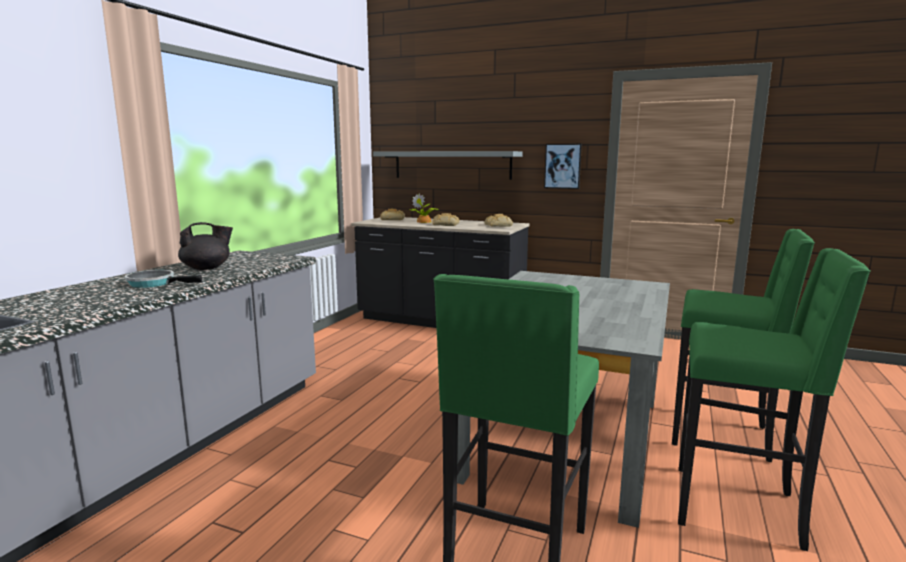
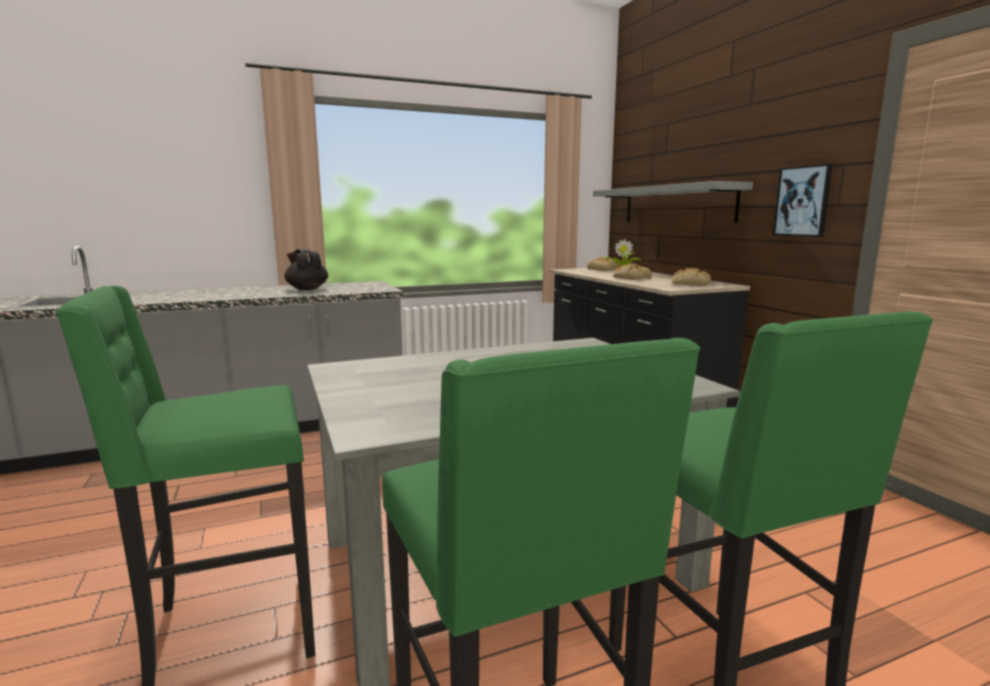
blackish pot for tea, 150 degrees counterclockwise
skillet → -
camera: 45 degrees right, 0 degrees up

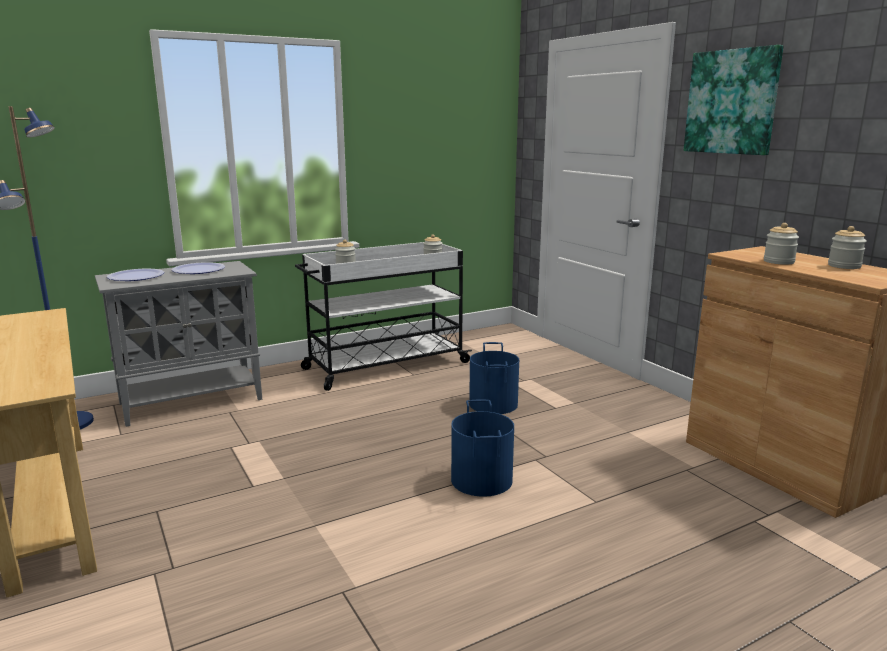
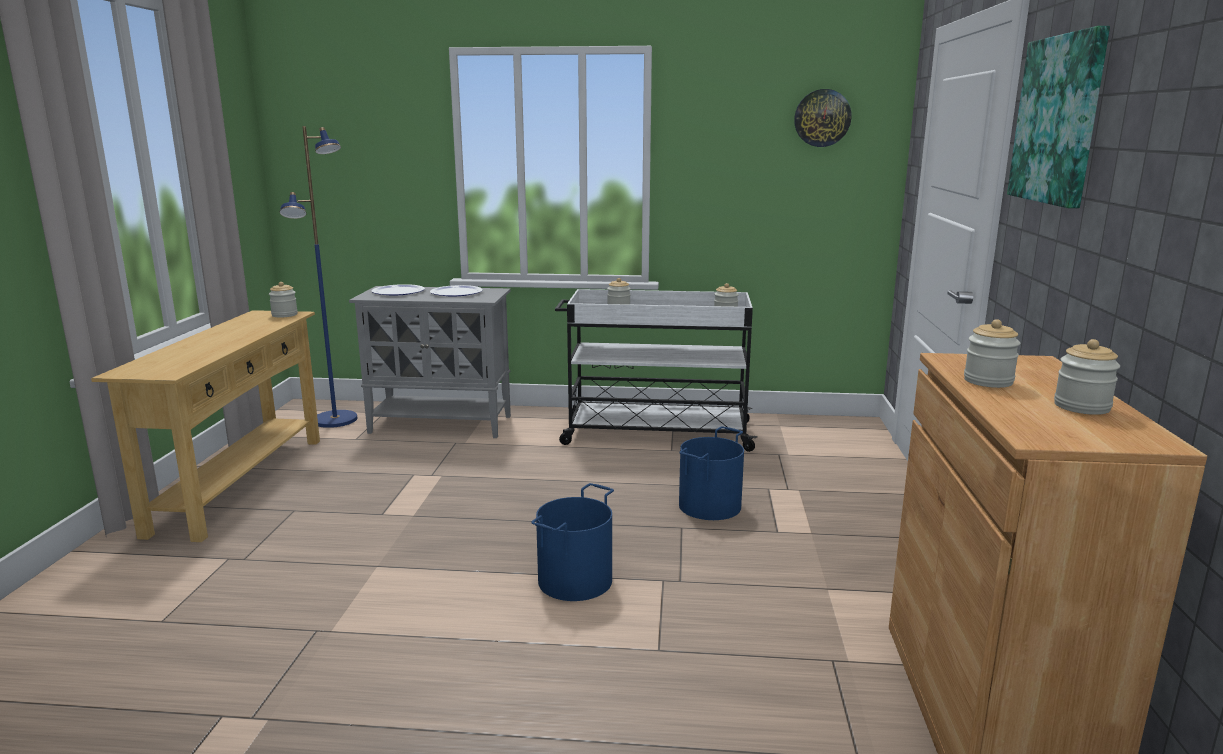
- → preserve jar (no. 1 from left)
- → hanging clock
camera: 35 degrees right, 0 degrees up

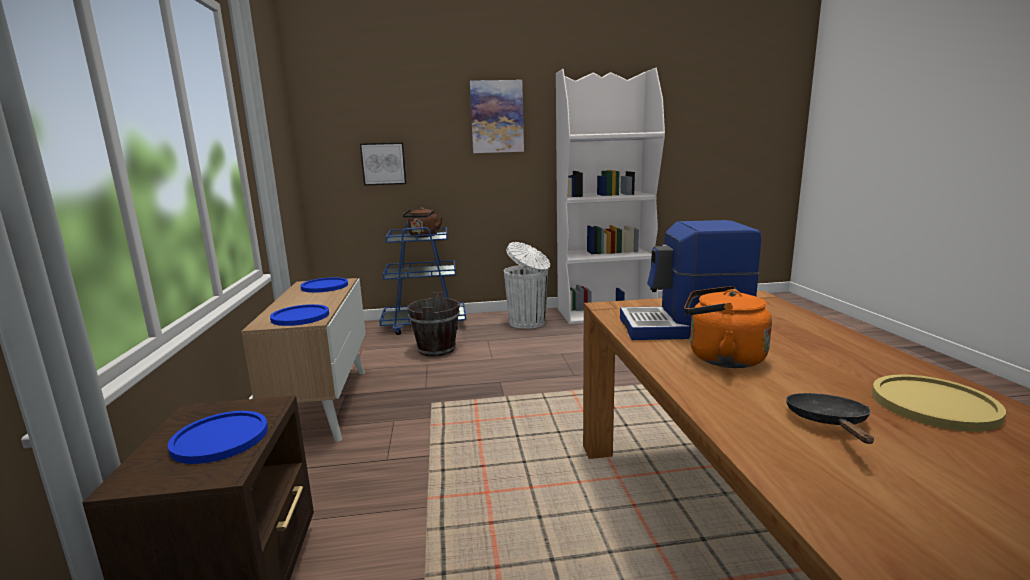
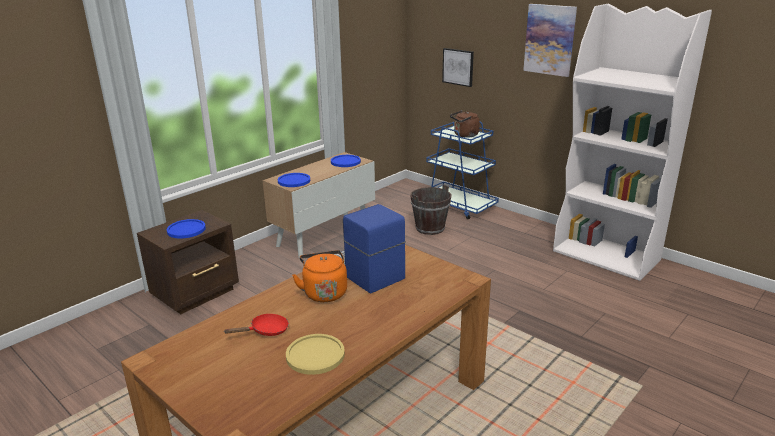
blackish skillet → reddish skillet
whitish rubbish bin → -
camera: 50 degrees right, 10 degrees up

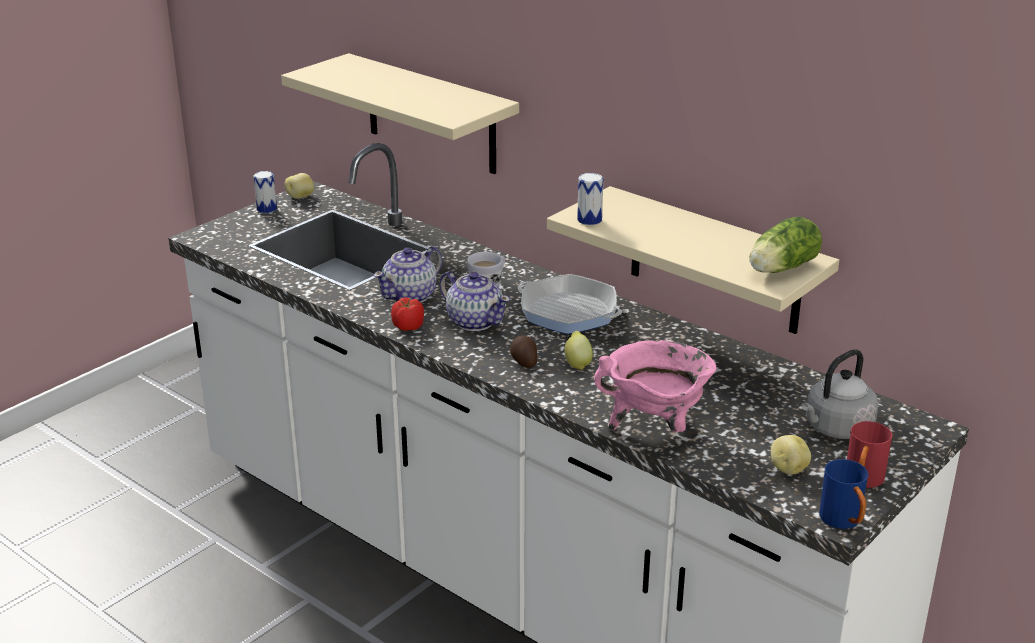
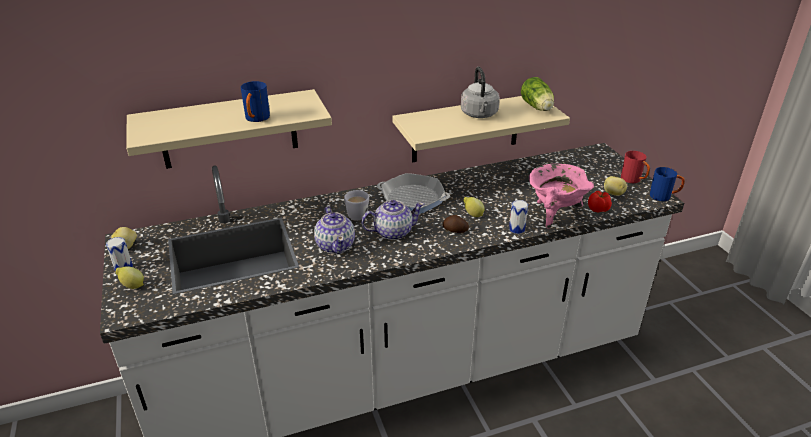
- → lemon (no. 1 from left)
- → blue mug (no. 1 from left)
skillet, 45 degrees clockwise
grey kettle, shifted
metal can (no. 2 from left), shifted
fresh tomato, shifted
camera: 60 degrees left, 5 degrees up

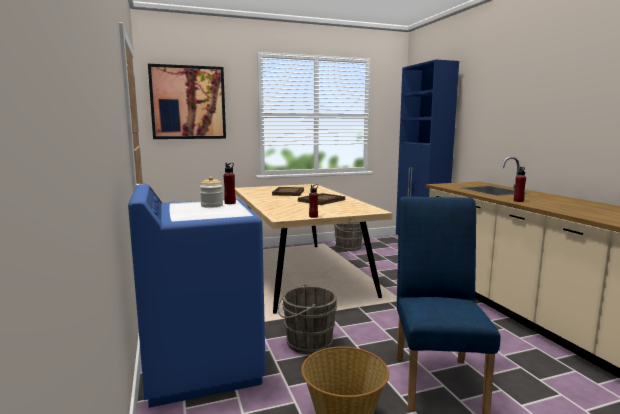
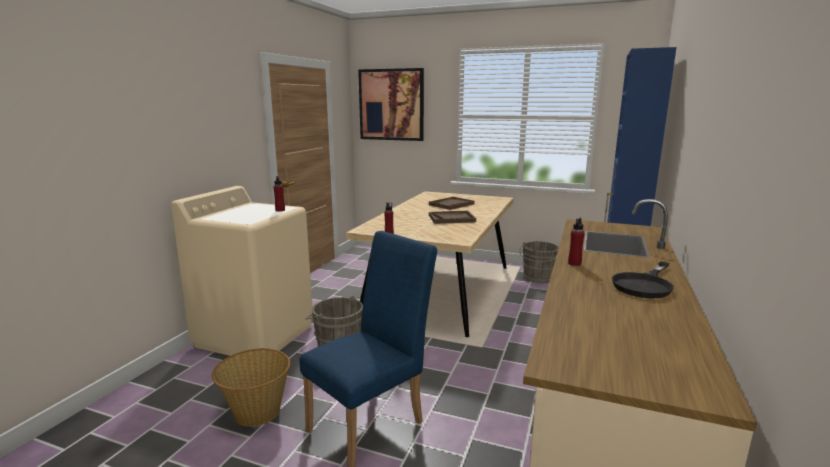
blue laundry machine → beige laundry machine
- → blackish skillet
preserve jar → -
camera: 40 degrees right, 5 degrees up

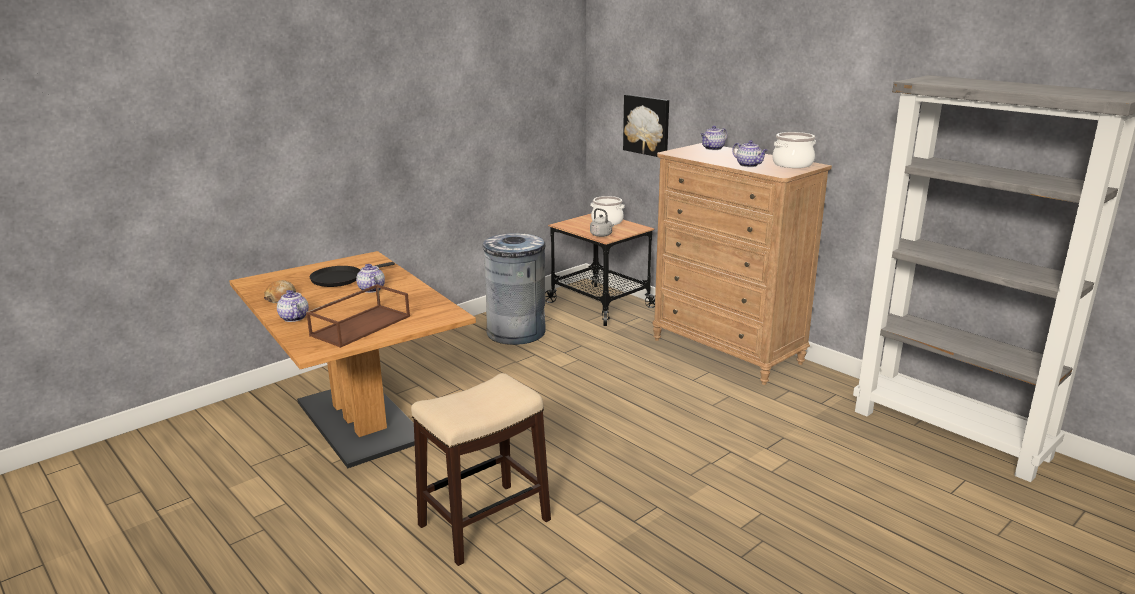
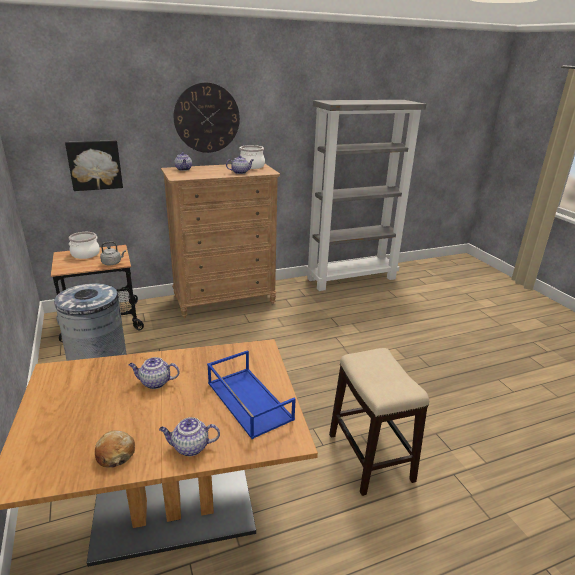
- → hanging clock
brownish serving tray → blue serving tray
blackish skillet → -
camera: 70 degrees left, 5 degrees up

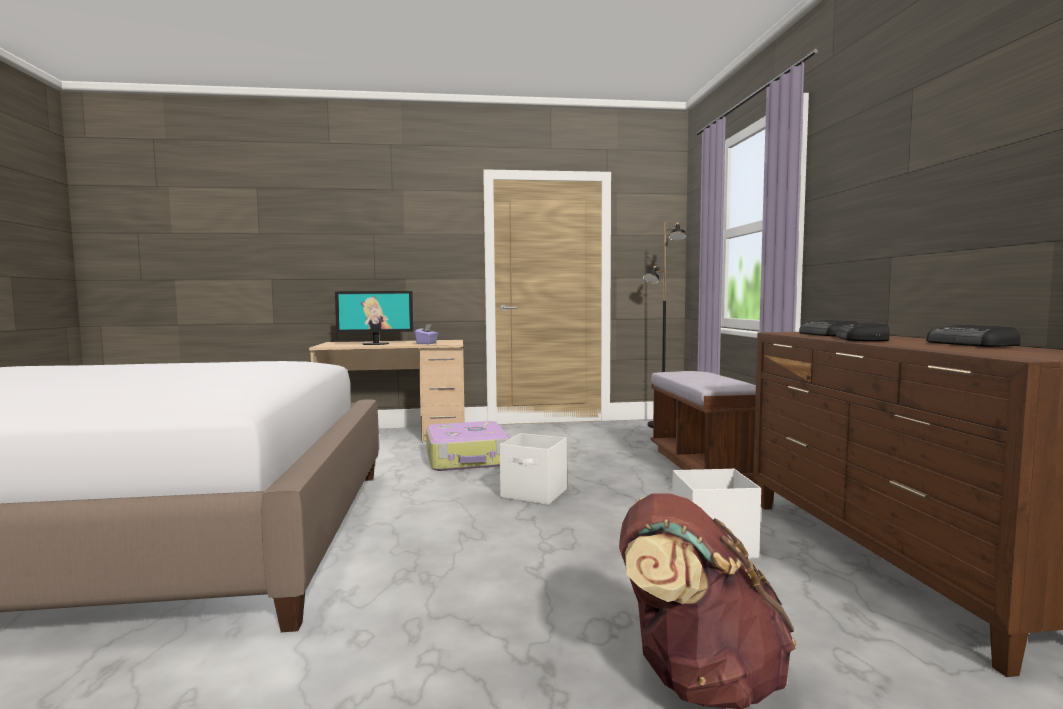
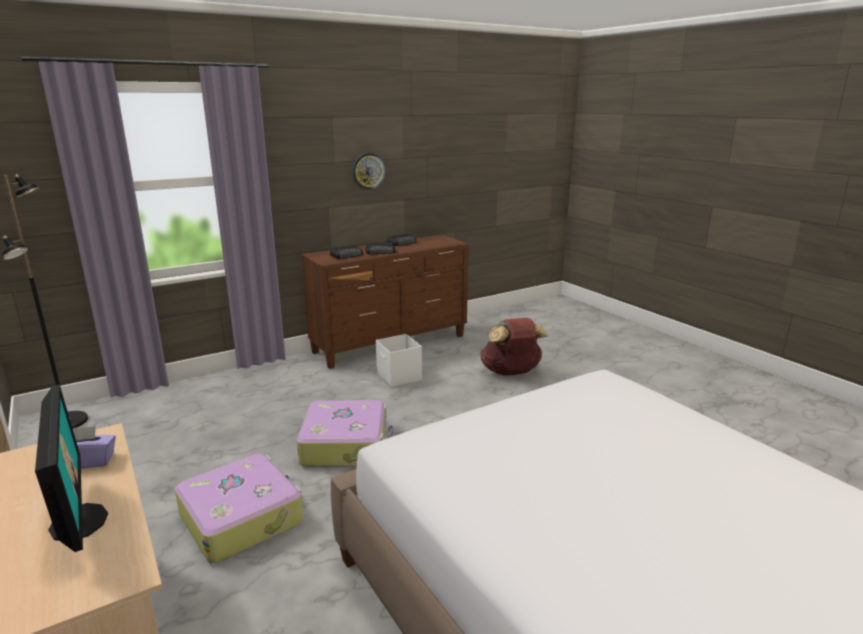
whitish storage box (no. 1 from left) → suitcase (no. 2 from left)
- → hanging clock
brownish indoor bench → -
camera: 115 degrees left, 15 degrees up

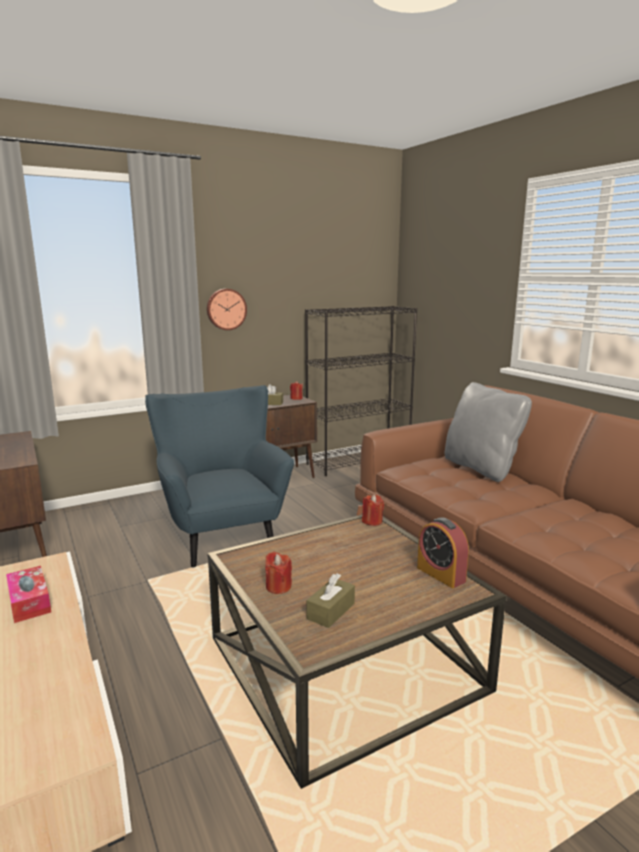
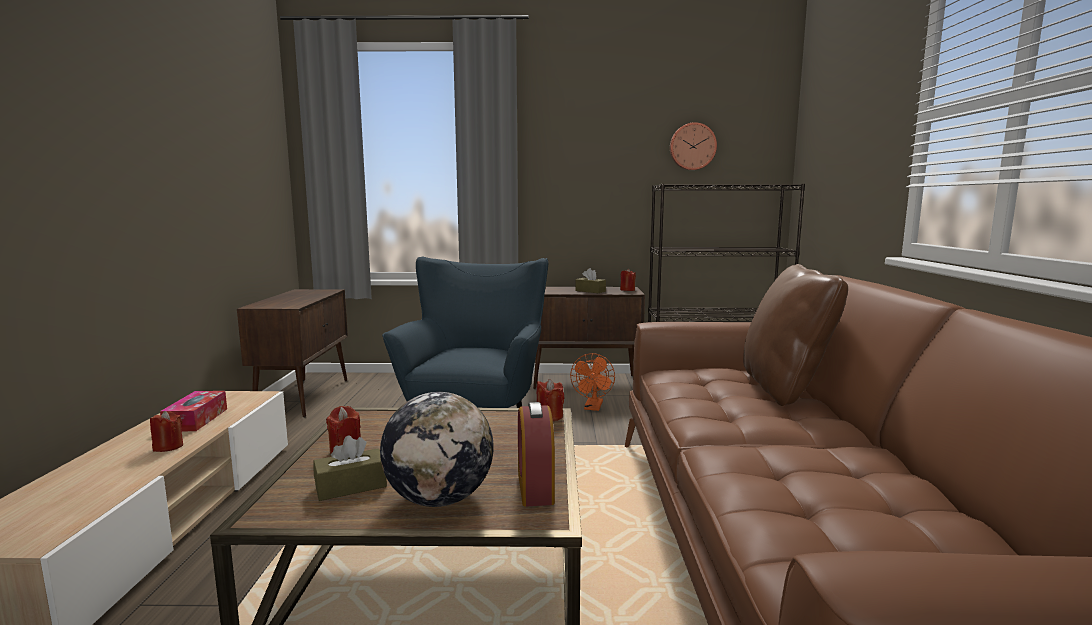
- → reddish wax candle (no. 1 from left)
- → desk globe
- → orange electric fan
hanging clock, shifted
grey throw pillow → brownish throw pillow
camera: 30 degrees right, 5 degrees down

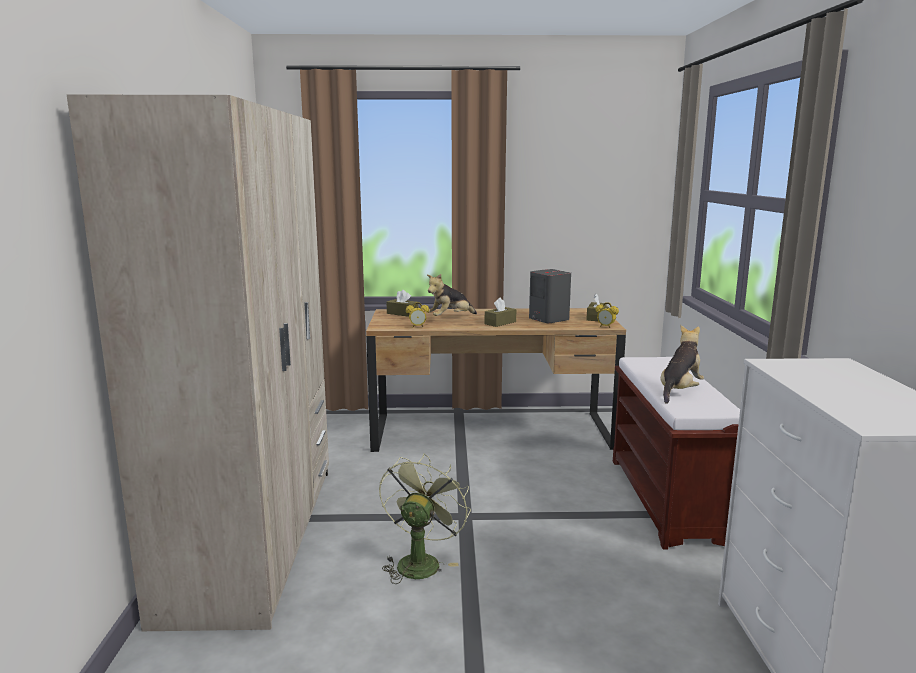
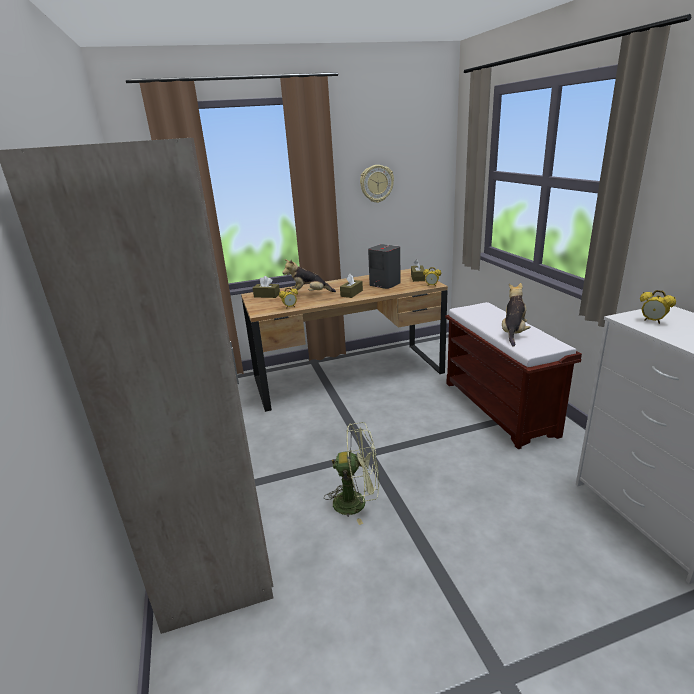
soft toy (no. 1 from left), 45 degrees clockwise
greenish electric fan, 90 degrees clockwise
- → hanging clock
- → table clock (no. 3 from left)
camera: 15 degrees left, 10 degrees up

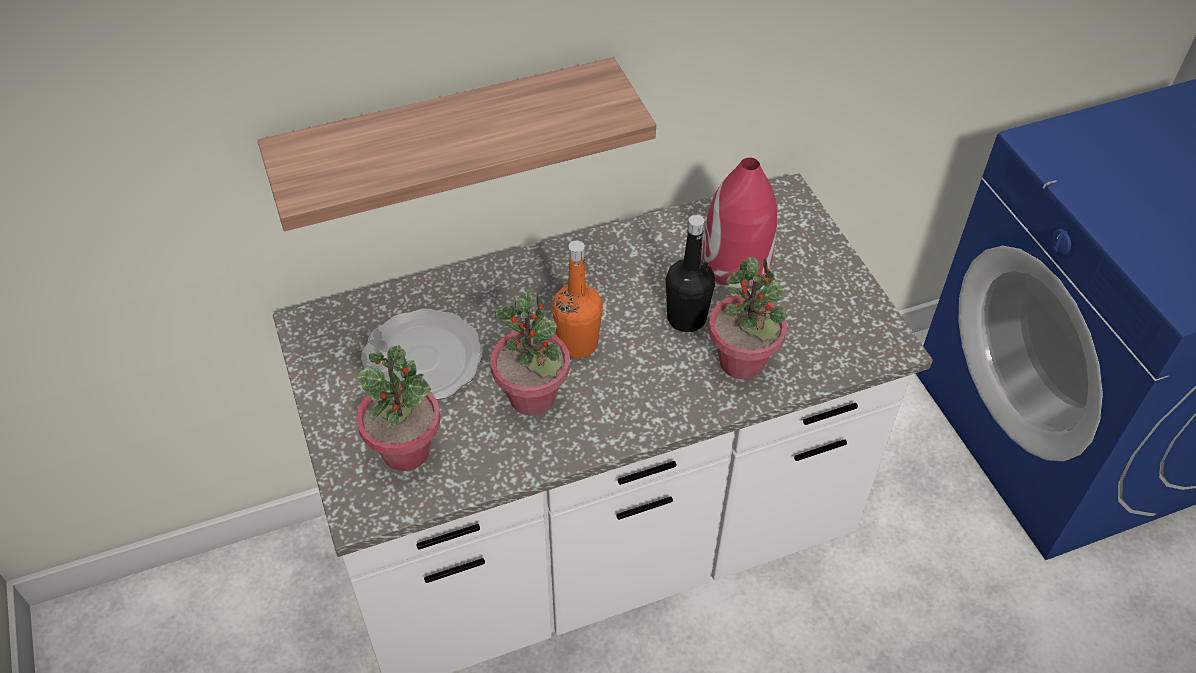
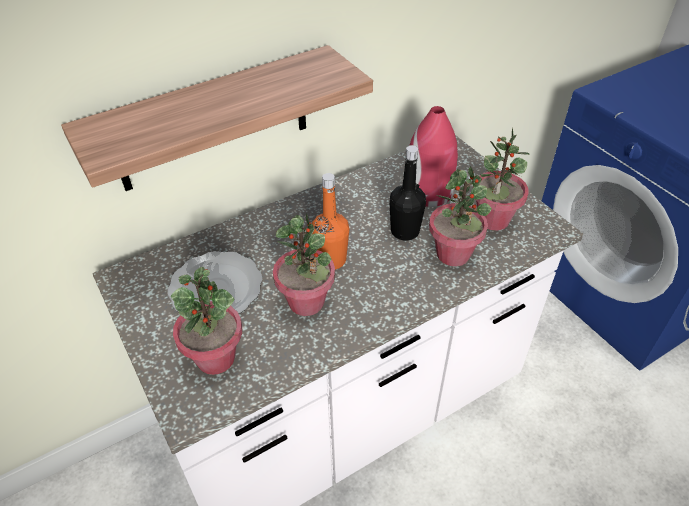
- → houseplant (no. 4 from left)
camera: 10 degrees left, 5 degrees down

